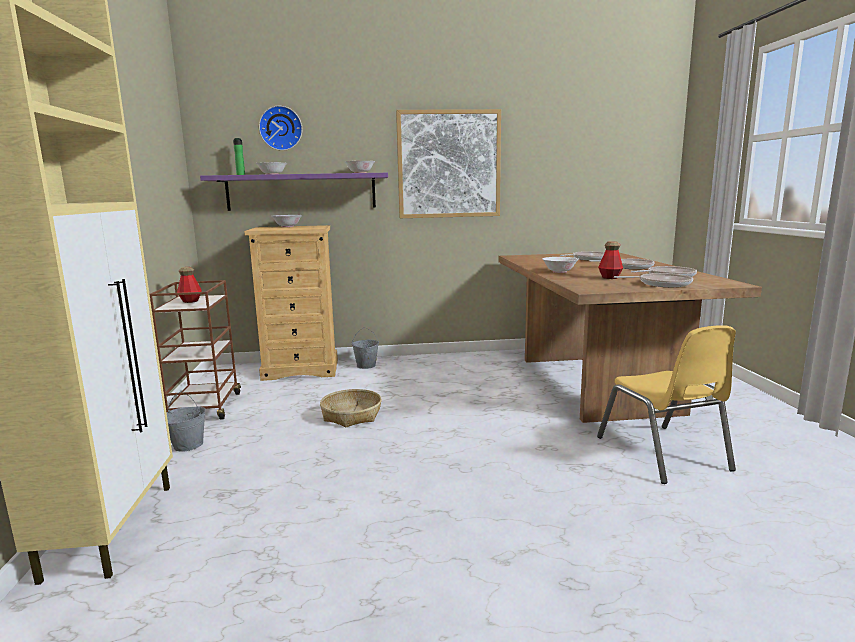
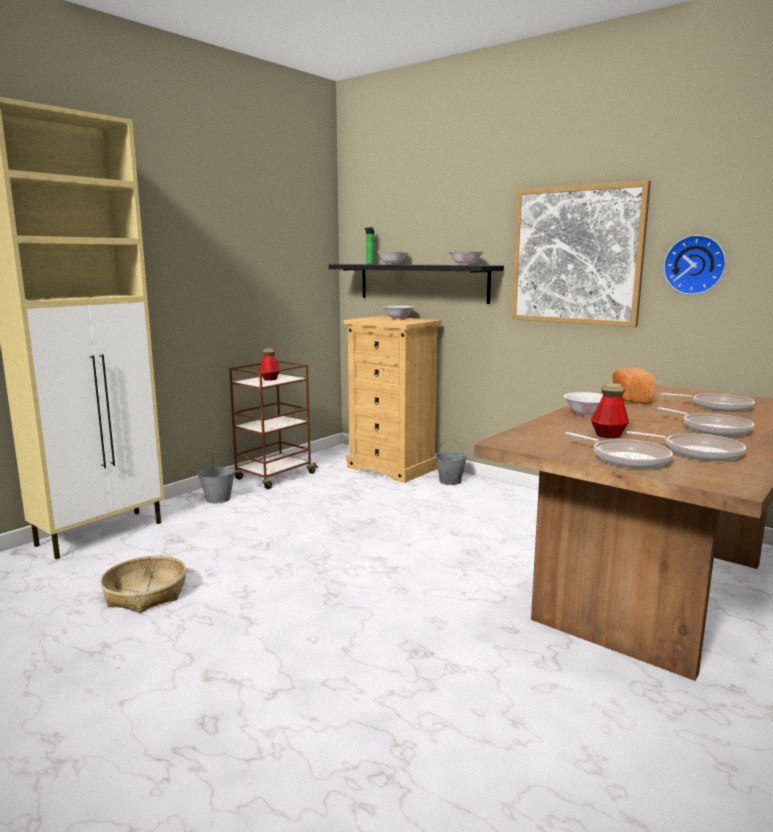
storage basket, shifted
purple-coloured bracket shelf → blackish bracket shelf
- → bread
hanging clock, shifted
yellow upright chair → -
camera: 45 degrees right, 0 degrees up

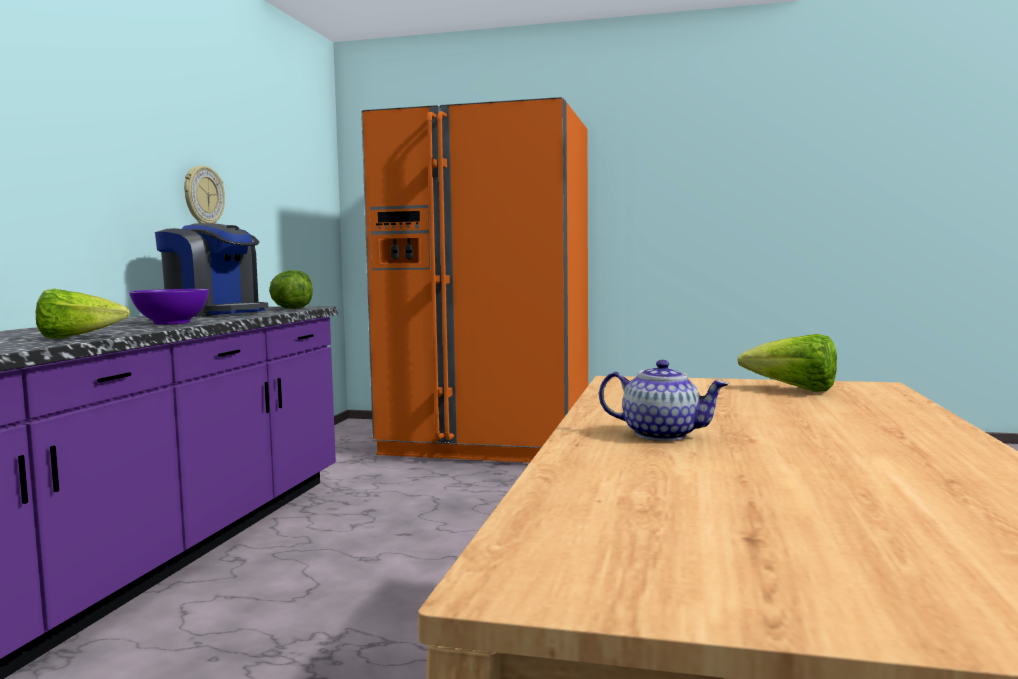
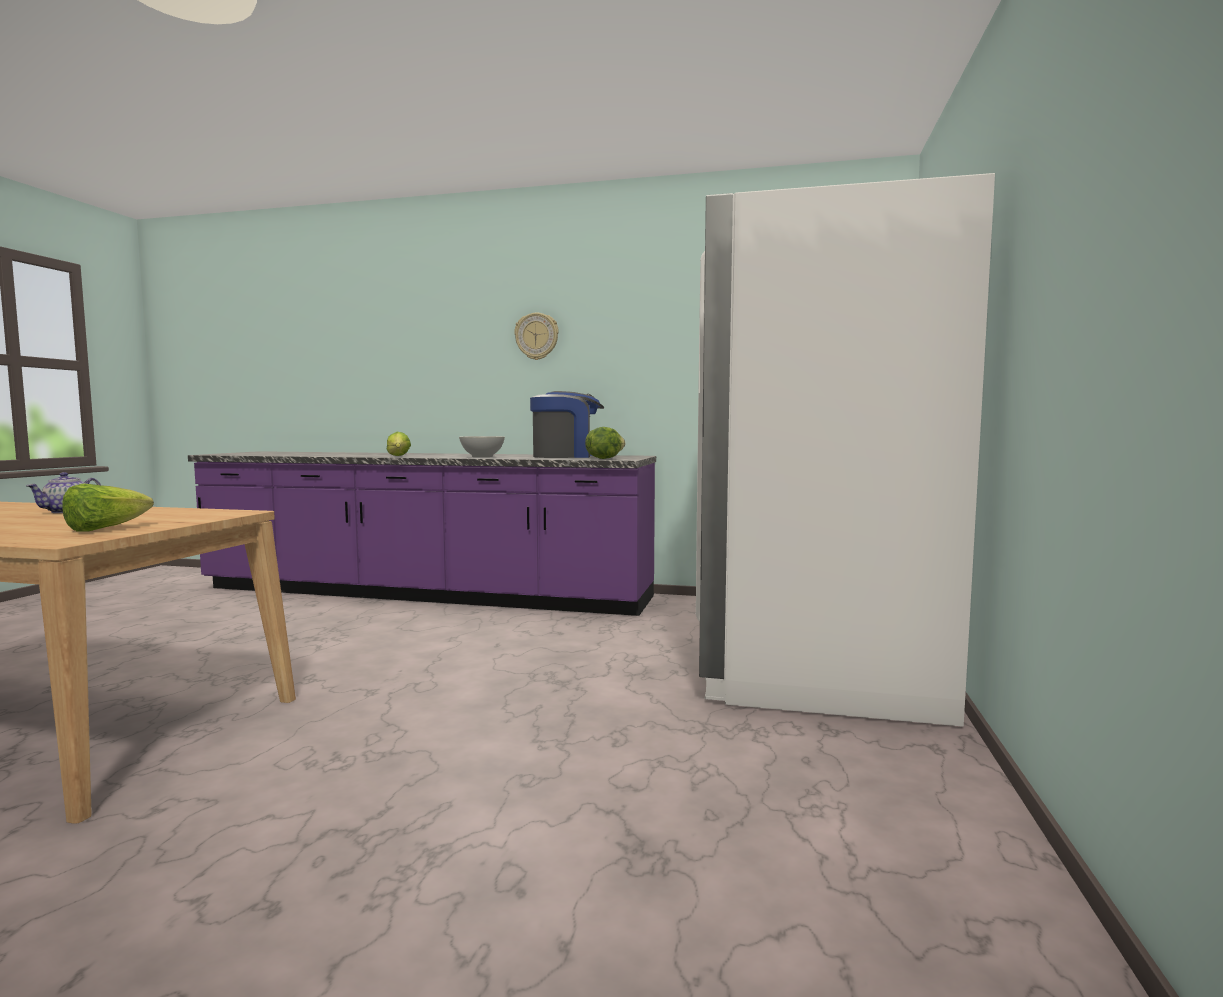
purple-coloured serving bowl → whitish serving bowl
hanging clock, shifted
coffee machine, 135 degrees counterclockwise
orange fridge → whitish fridge
camera: 90 degrees right, 0 degrees up

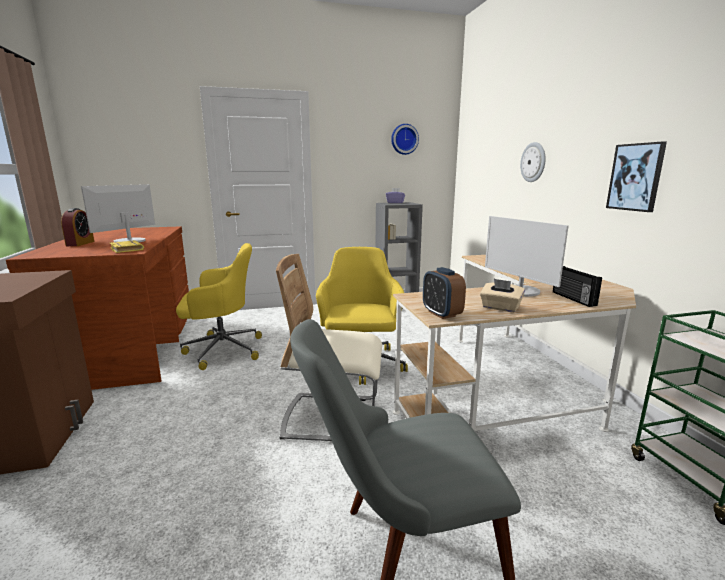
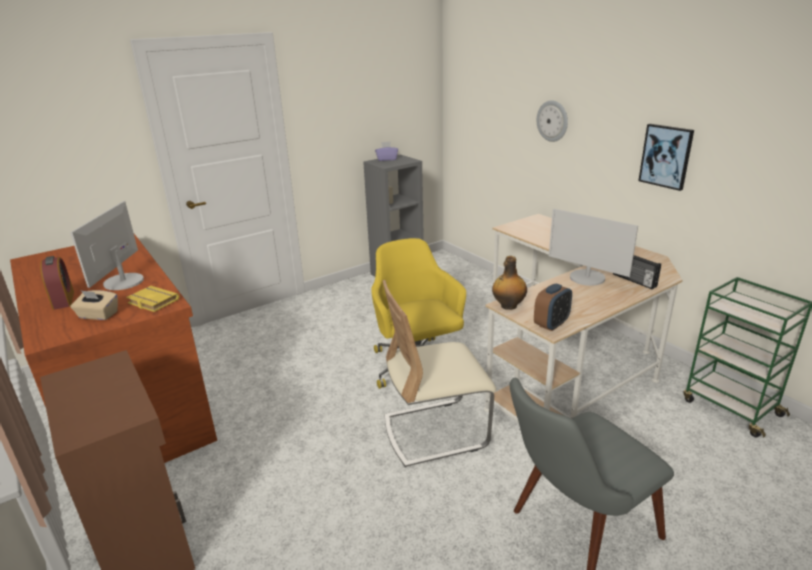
beige box of tissues, shifted
- → bottle
table clock (no. 2 from left), 90 degrees counterclockwise
yellow office chair (no. 1 from left) → -
hanging clock (no. 1 from left) → -
camera: 20 degrees left, 10 degrees up

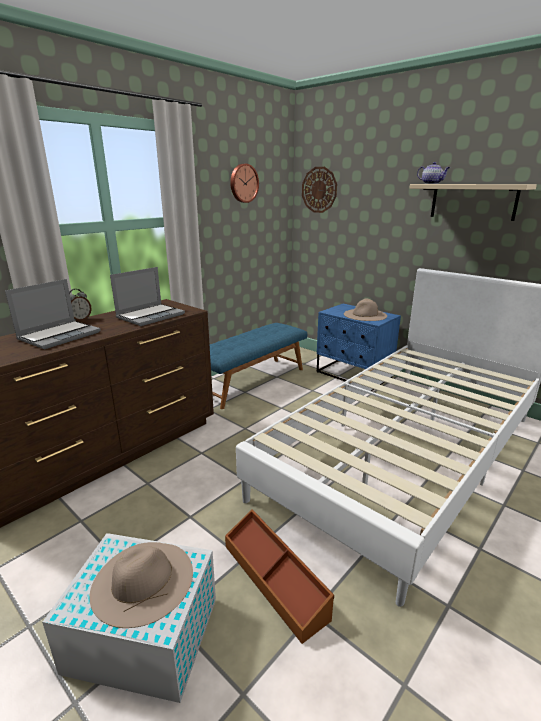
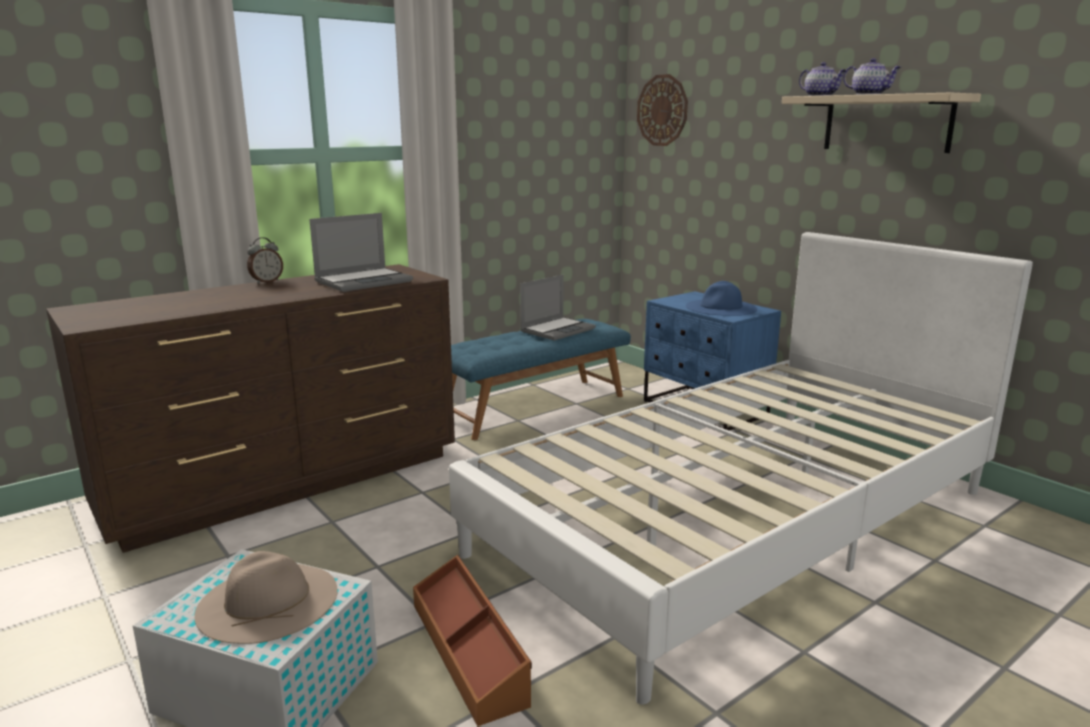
laptop (no. 1 from left in the first image) → laptop (no. 2 from left), shifted
beige hat (no. 2 from left) → blue hat
- → pot for tea (no. 2 from left)
hanging clock (no. 1 from left) → -
camera: 10 degrees right, 5 degrees down

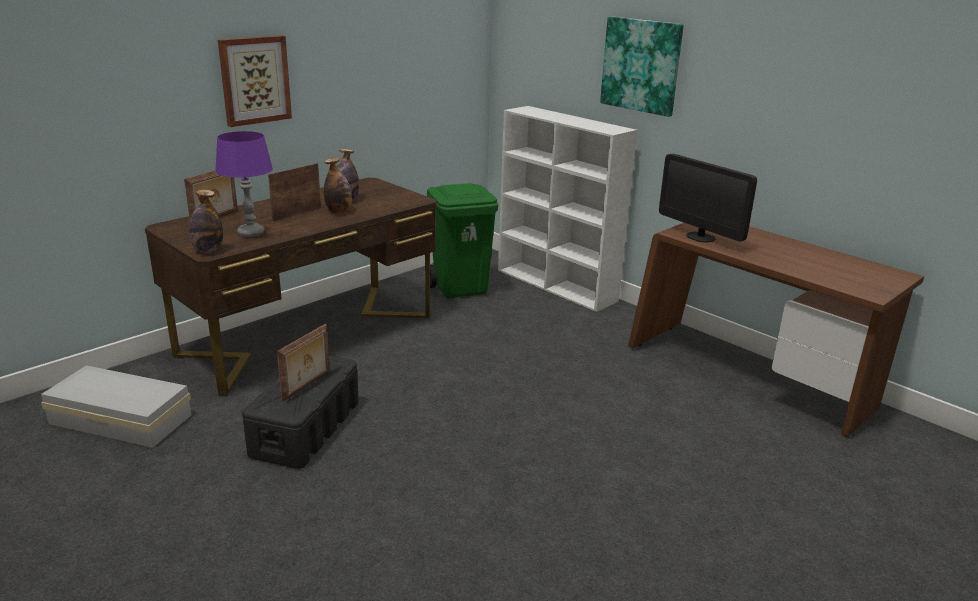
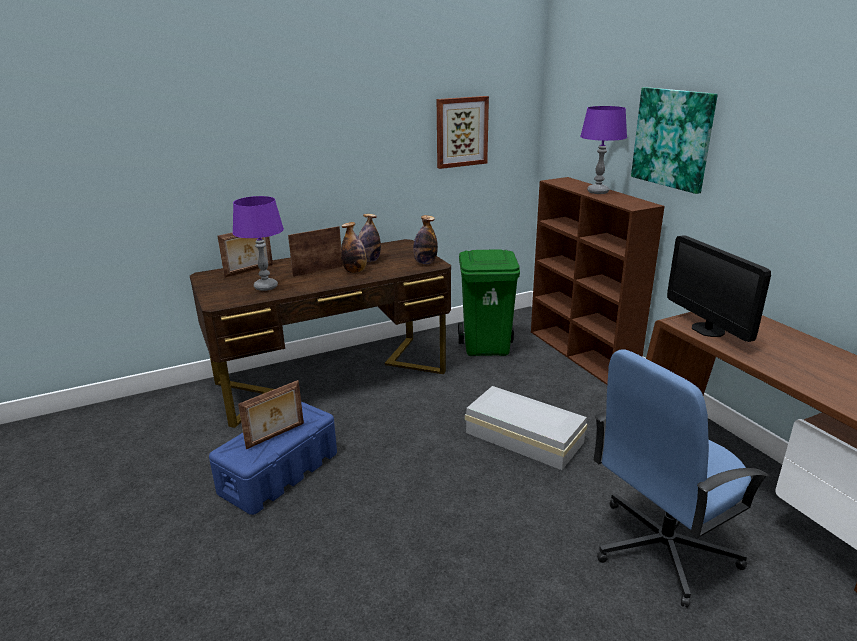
blackish storage box → blue storage box
bottle (no. 1 from left in the first image) → bottle (no. 3 from left), shifted
wall art (no. 1 from left), shifted
whitish storage box, shifted
whitish bookcase → brownish bookcase
- → purple-coloured tabletop lamp (no. 2 from left)
- → blue office chair
camera: 20 degrees right, 0 degrees up

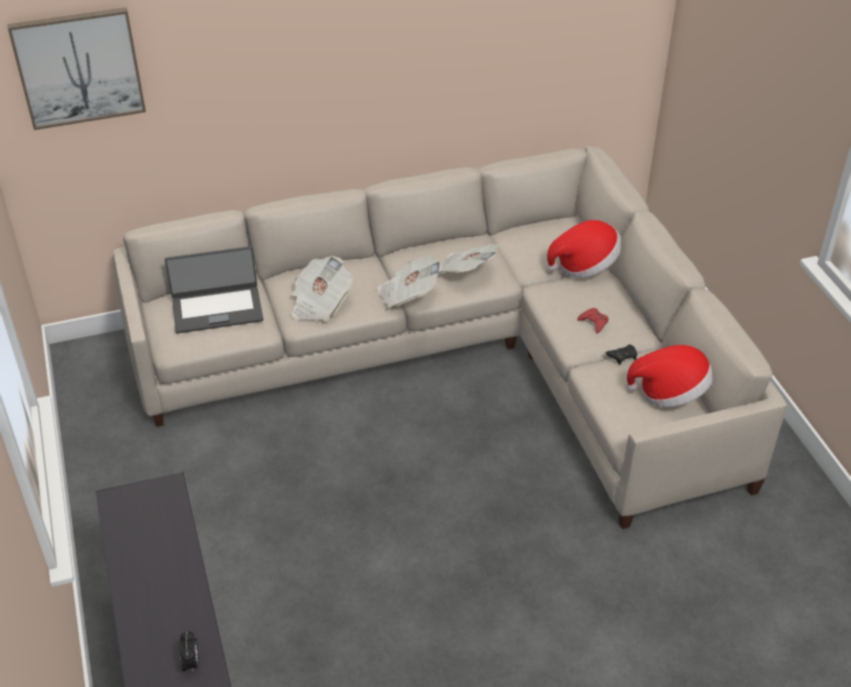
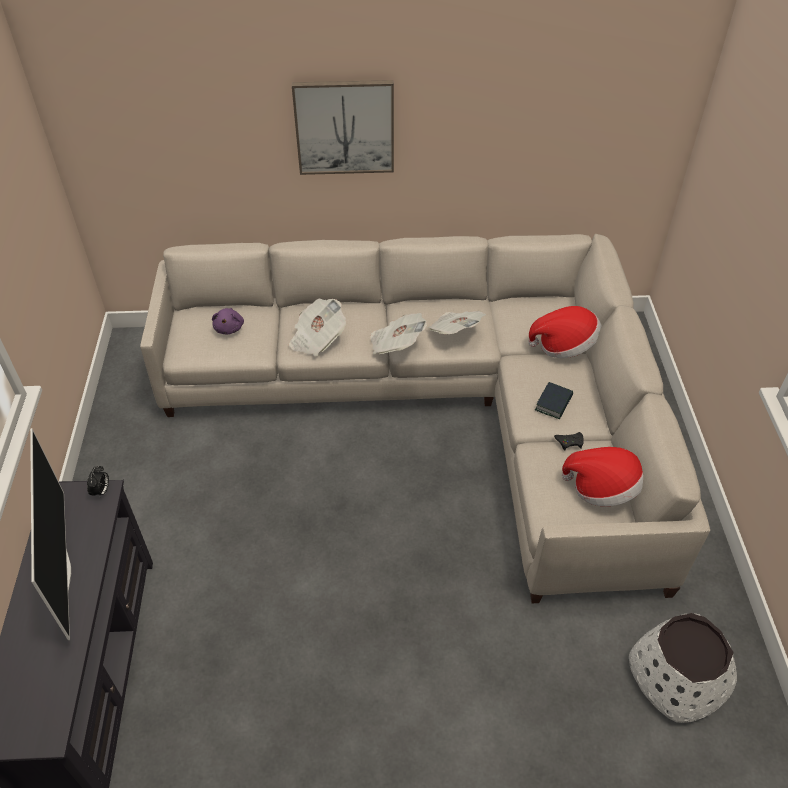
- → television
table clock, shifted
laptop → purple-coloured soft toy
wall art, shifted
reddish joypad → bound book
- → whitish flower pot
camera: 15 degrees right, 5 degrees up

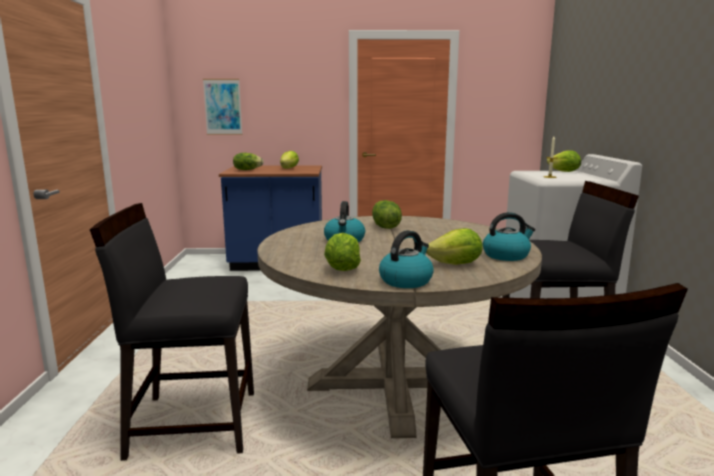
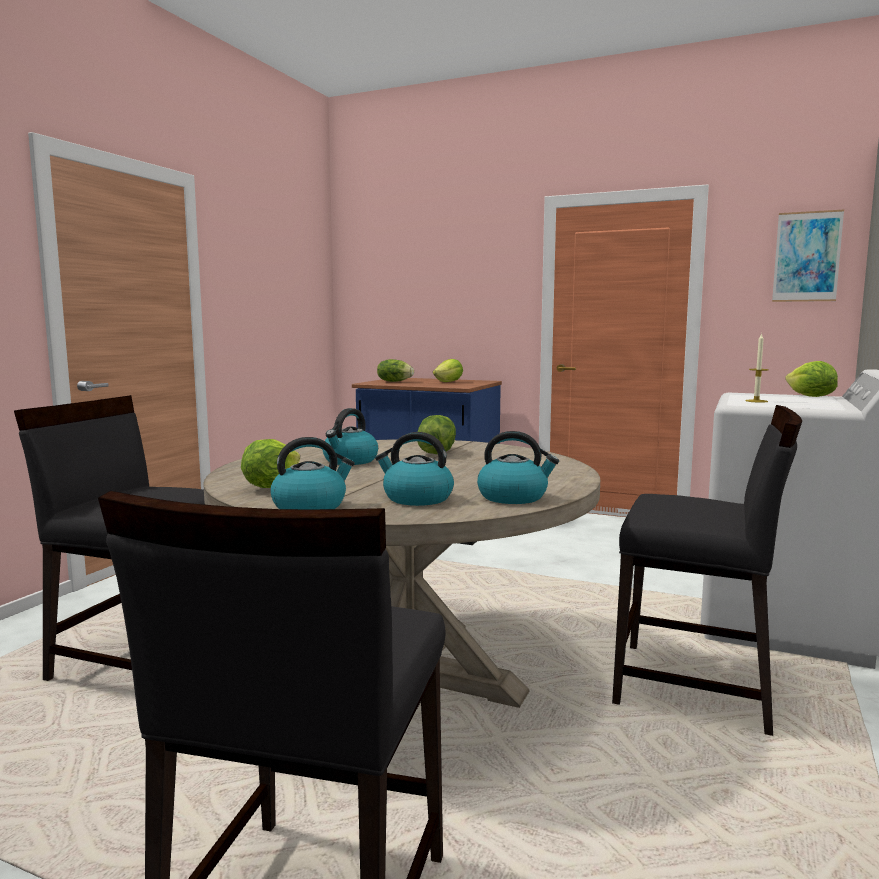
lettuce (no. 5 from left) → kettle (no. 3 from left)
wall art, shifted
camera: 25 degrees right, 5 degrees down

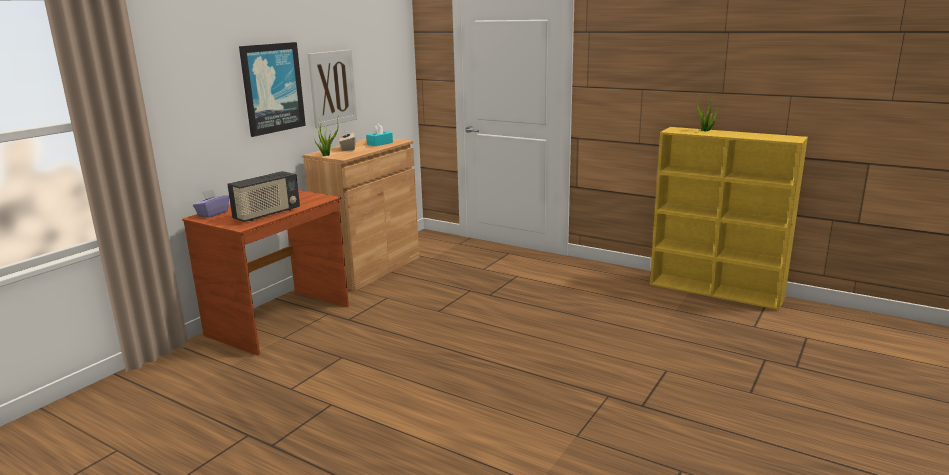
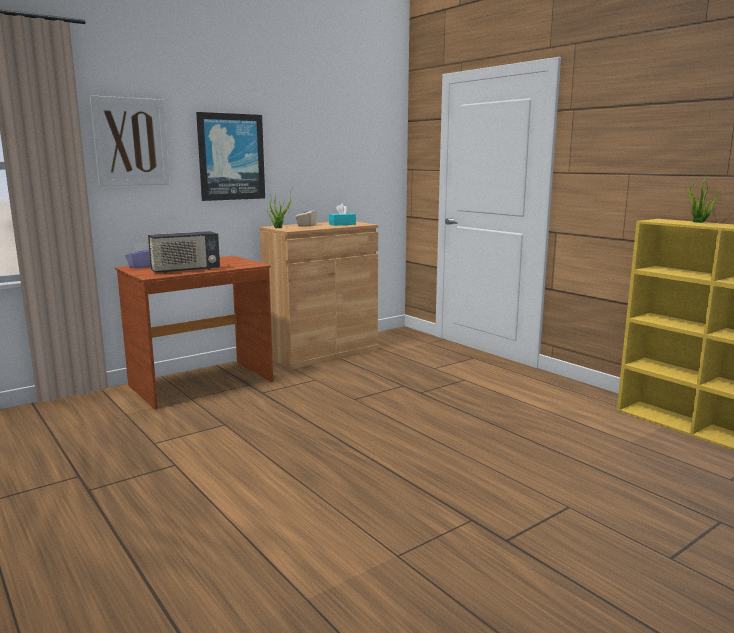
wall art (no. 2 from left in the first image) → wall art (no. 1 from left), shifted
camera: 20 degrees right, 5 degrees down

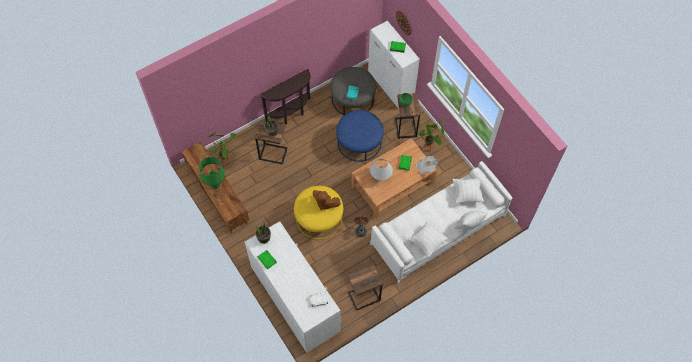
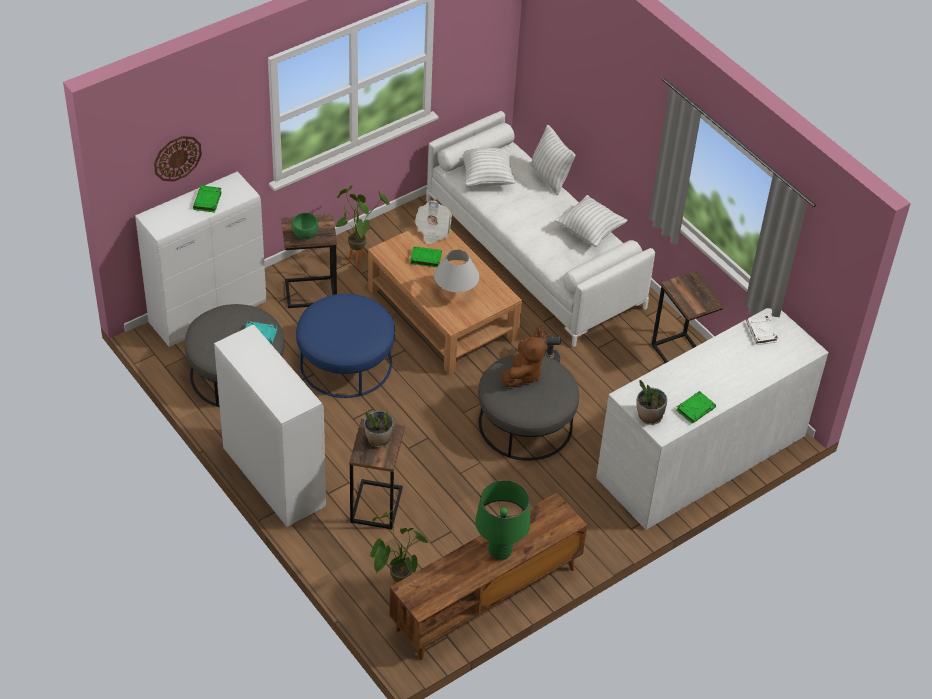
brownish narrow table → whitish storage cabinet (no. 2 from left)
yellow ottoman → grey ottoman (no. 2 from left)
camera: 95 degrees left, 15 degrees down

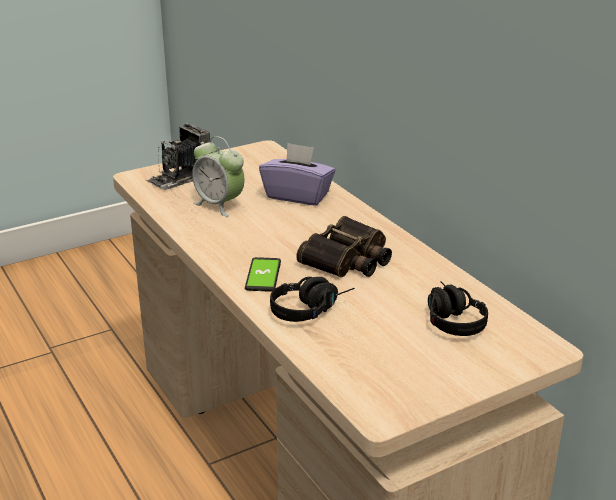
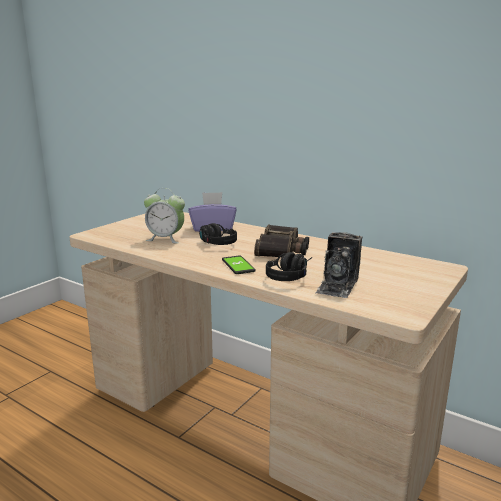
blackish headphones (no. 2 from left in the first image) → blackish headphones (no. 1 from left), shifted
still camera, shifted
camera: 25 degrees left, 10 degrees down

